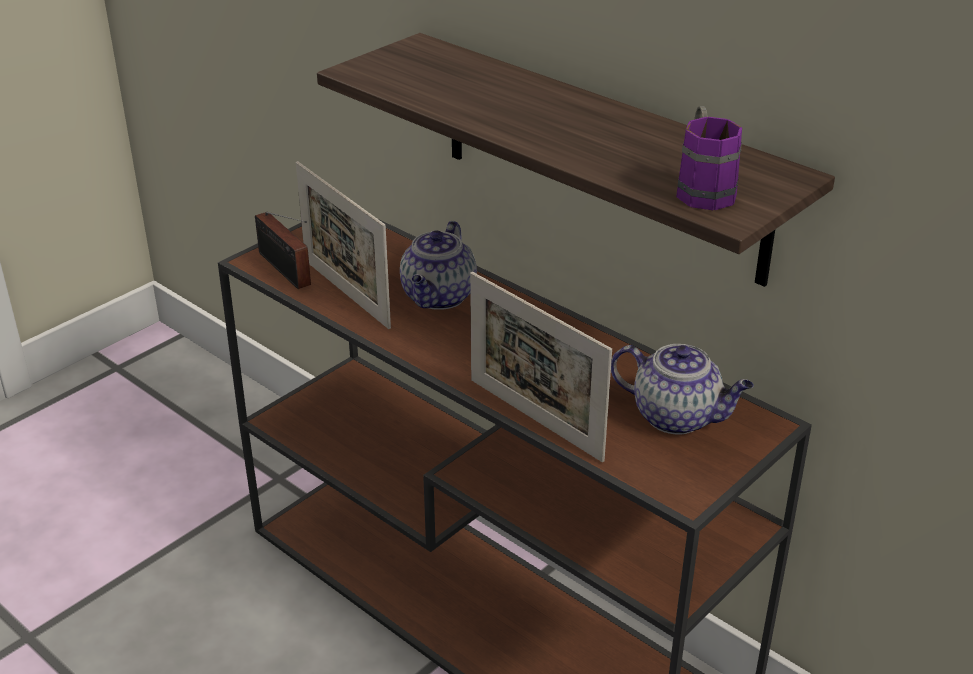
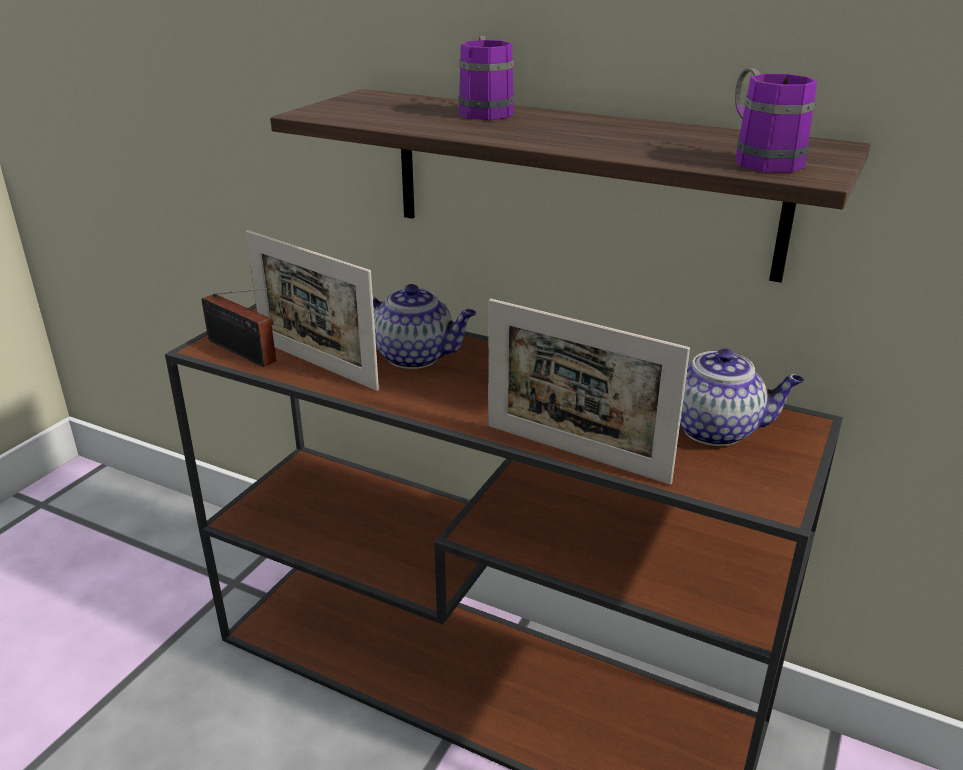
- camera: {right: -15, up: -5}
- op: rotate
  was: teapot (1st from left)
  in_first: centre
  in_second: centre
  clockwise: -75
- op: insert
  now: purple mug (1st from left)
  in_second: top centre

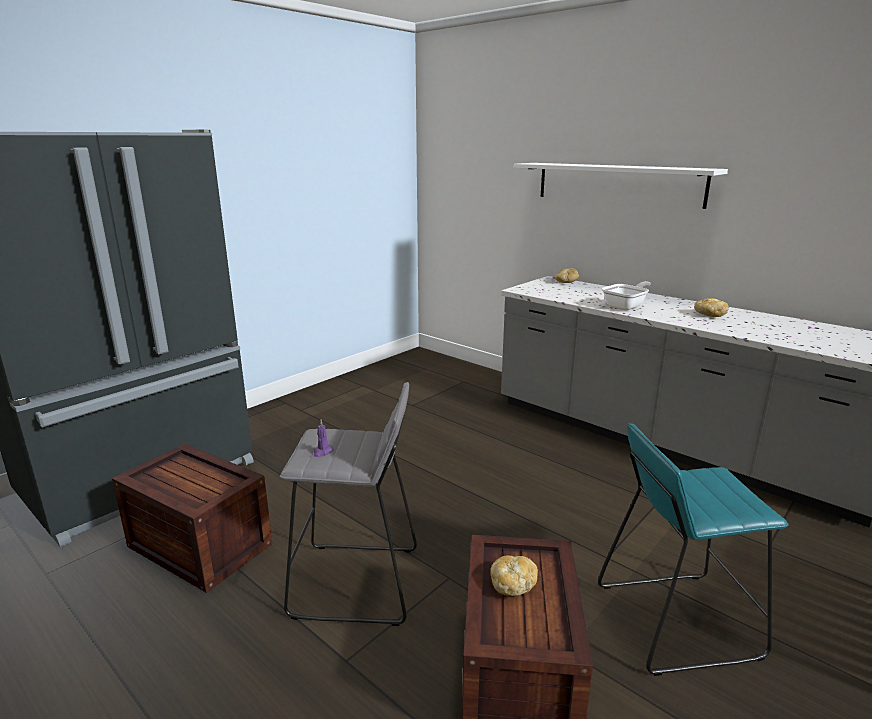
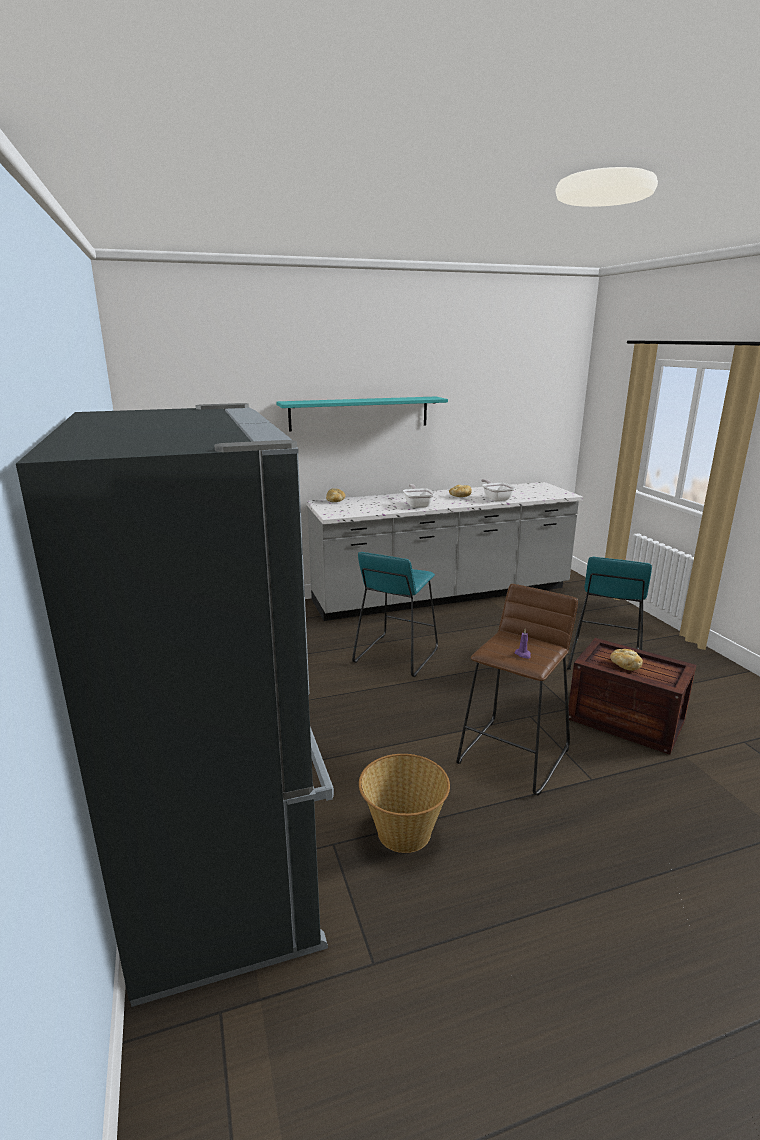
- camera: {right: -60, up: 0}
- op: recolor
  was: white shelf
  now: turquoise shelf
  in_first: top right
  in_second: centre
- op: insert
  now: turquoise stool (1st from left)
  in_second: centre
- op: replace
  was: crate (1st from left)
  now: basket
  in_first: bottom left
  in_second: bottom centre
- op: recolor
  was: grey stool
  now: brown stool
  in_first: bottom centre
  in_second: middle right
- op: insert
  now: frying pan (2nd from left)
  in_second: centre

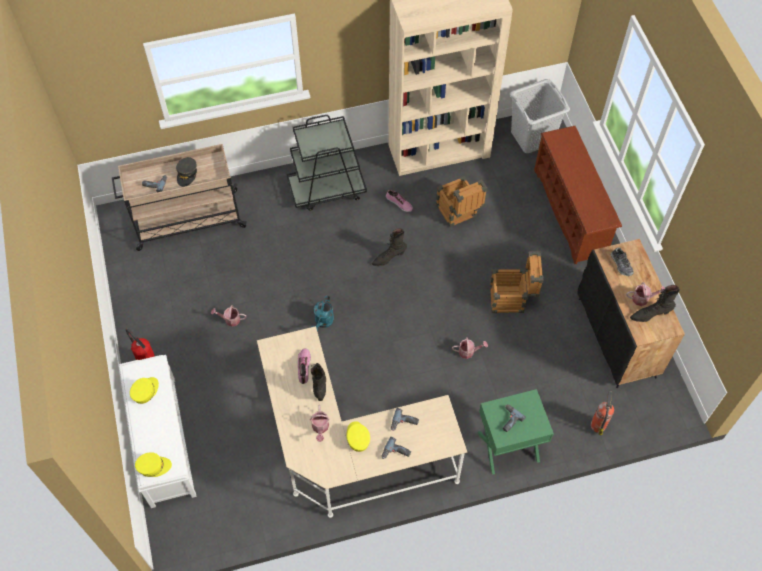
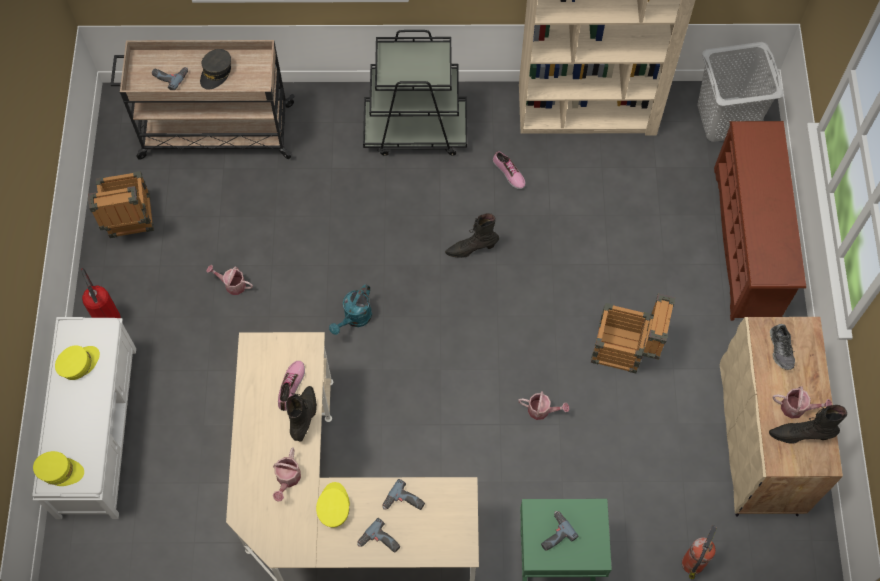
- camera: {right: 15, up: 5}
- op: move
  was: crate (1st from left)
  in_first: centre
  in_second: middle left
- op: recolor
  was: black cabinet
  now: beige cabinet
  in_first: middle right
  in_second: bottom right

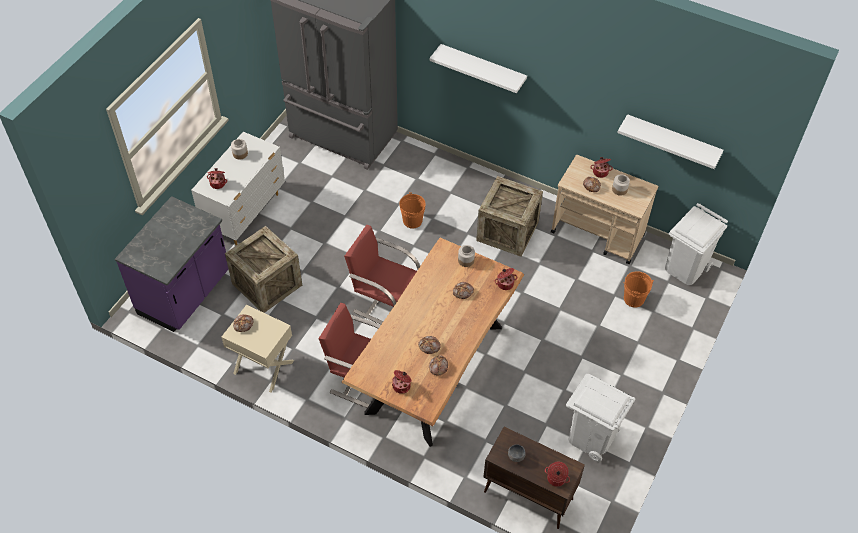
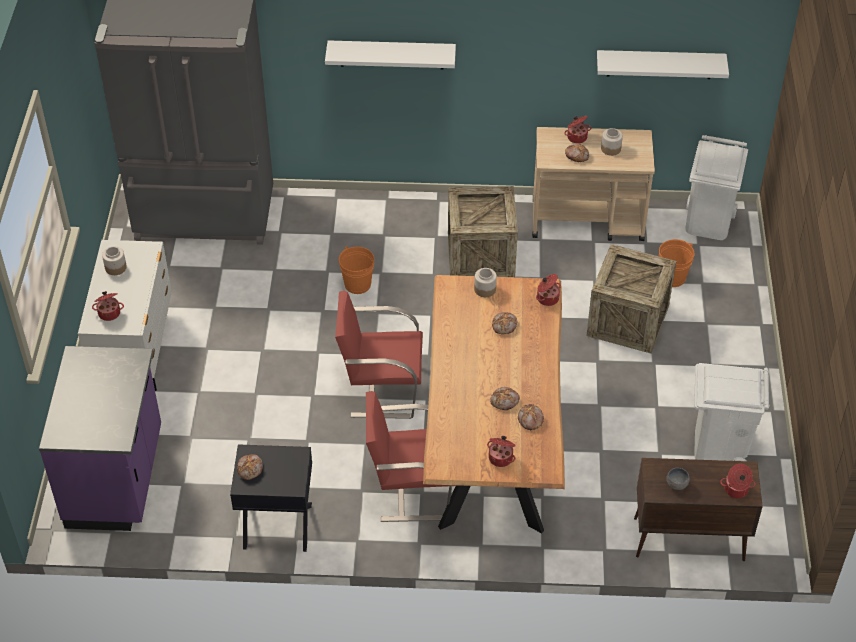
- camera: {right: -25, up: -5}
- op: recolor
  was: beige nightstand
  now: black nightstand
  in_first: middle left
  in_second: bottom left
- op: move
  was: crate (1st from left in the first image)
  now: crate (2nd from left)
  in_first: middle left
  in_second: middle right

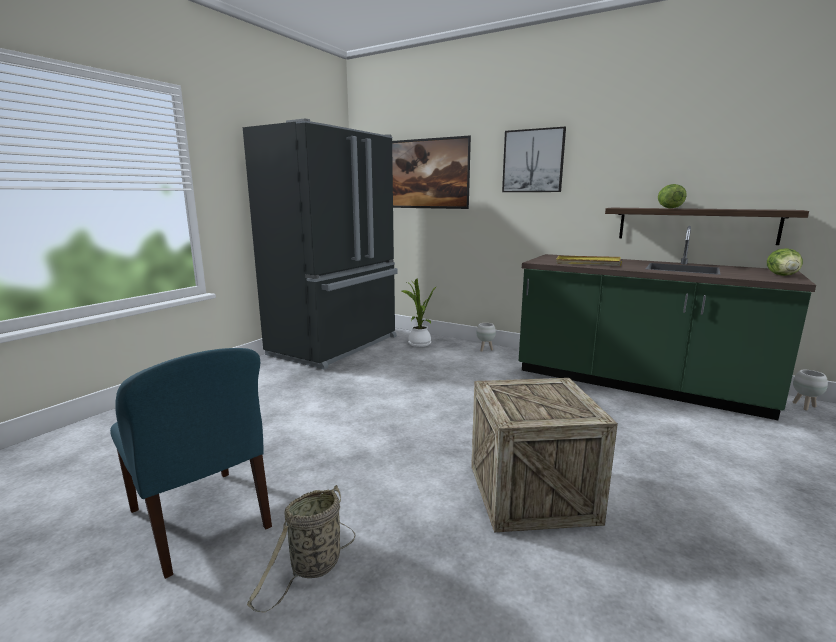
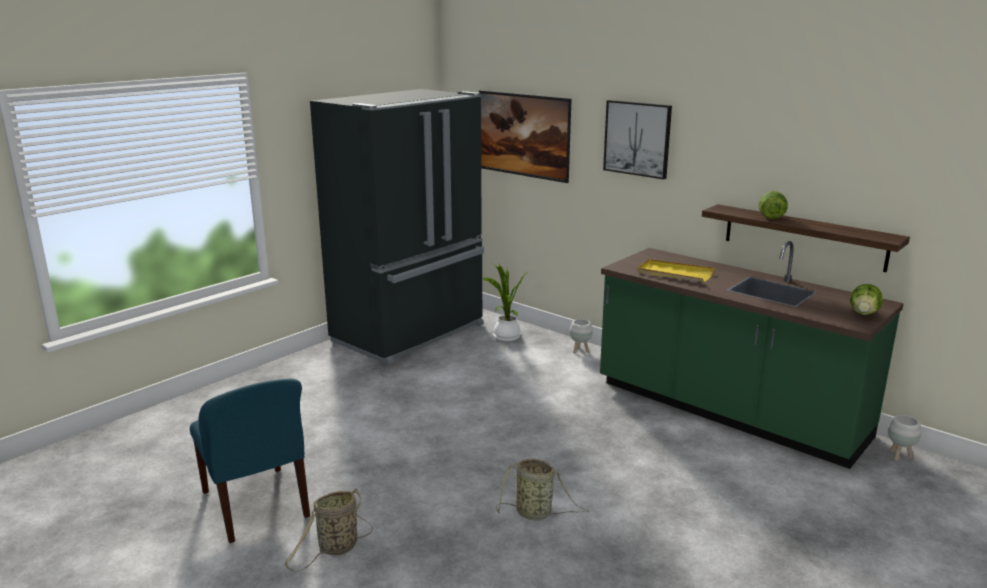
- camera: {right: 10, up: 5}
- op: replace
  was: crate
  now: basket (2nd from left)
  in_first: bottom centre
  in_second: bottom centre

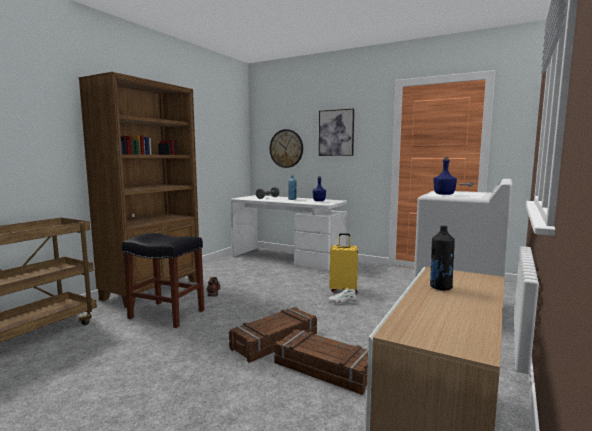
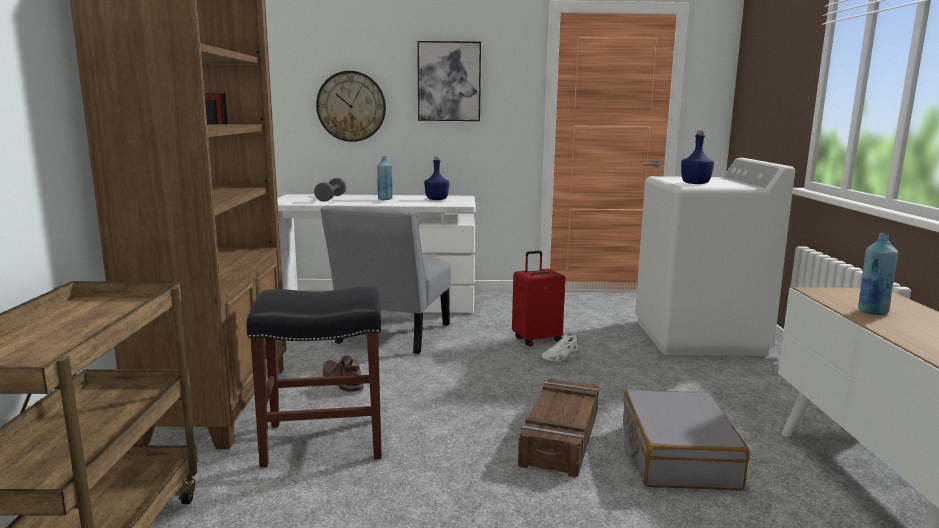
- camera: {right: -30, up: 5}
- op: insert
  now: grey chair
  in_second: centre
- op: recolor
  was: yellow suitcase
  now: red suitcase
  in_first: centre
  in_second: centre
- op: replace
  was: crate (2nd from left)
  now: grey suitcase
  in_first: bottom centre
  in_second: bottom right
- op: recolor
  was: black bottle
  now: blue bottle (4th from left)
  in_first: middle right
  in_second: middle right

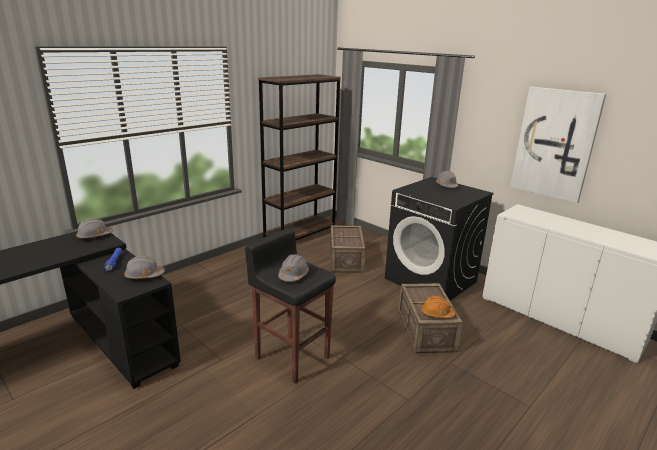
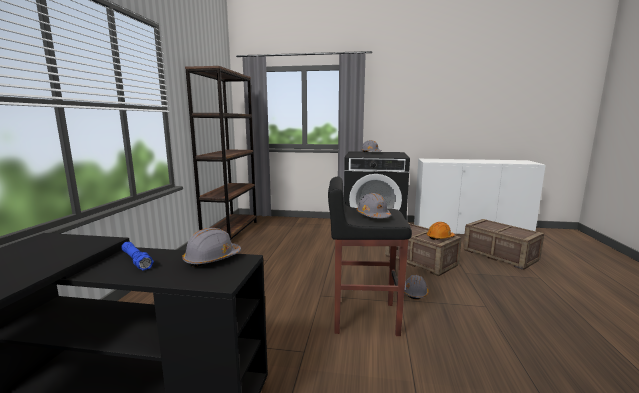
- camera: {right: -35, up: -10}
- op: move
  was: grey hard hat (1st from left in the first image)
  now: grey hard hat (4th from left)
  in_first: middle left
  in_second: bottom centre
- op: move
  was: crate (1st from left in the first image)
  now: crate (2nd from left)
  in_first: centre
  in_second: middle right
- op: delete
  was: picture
  in_first: top right

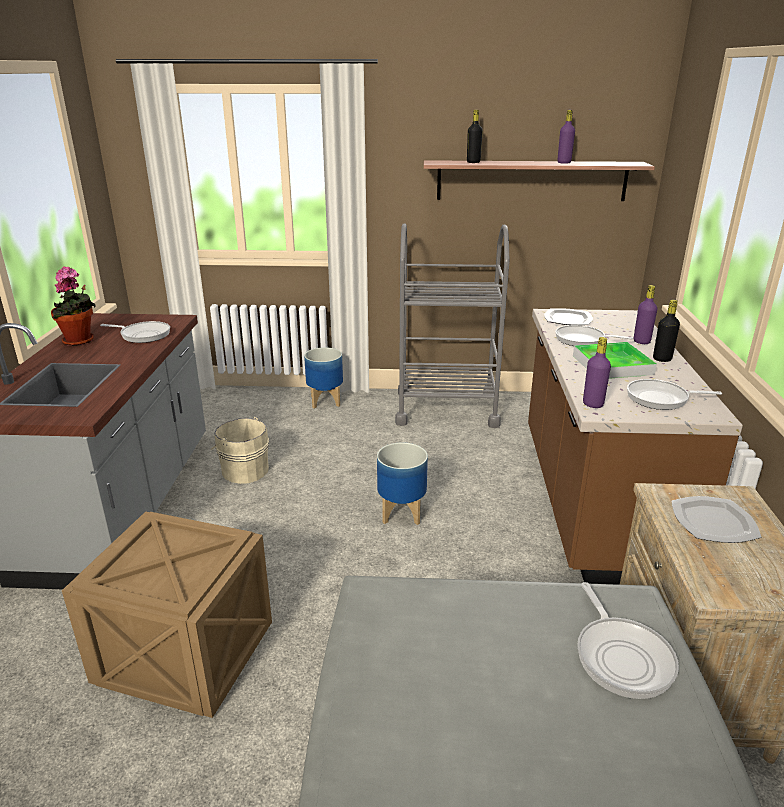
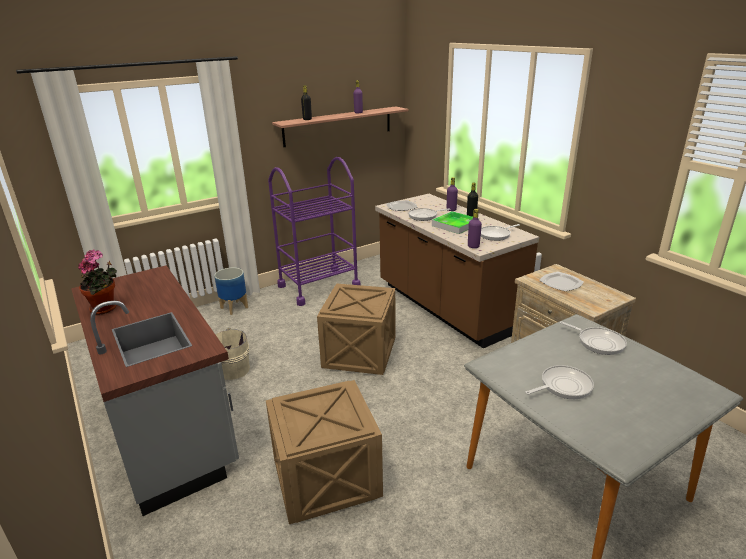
- camera: {right: -35, up: 0}
- op: recolor
  was: grey cart
  now: purple cart
  in_first: centre
  in_second: centre
- op: replace
  was: planter (2nd from left)
  now: crate (2nd from left)
  in_first: centre
  in_second: centre
- op: move
  was: frying pan (1st from left in the first image)
  now: frying pan (3rd from left)
  in_first: middle left
  in_second: bottom right

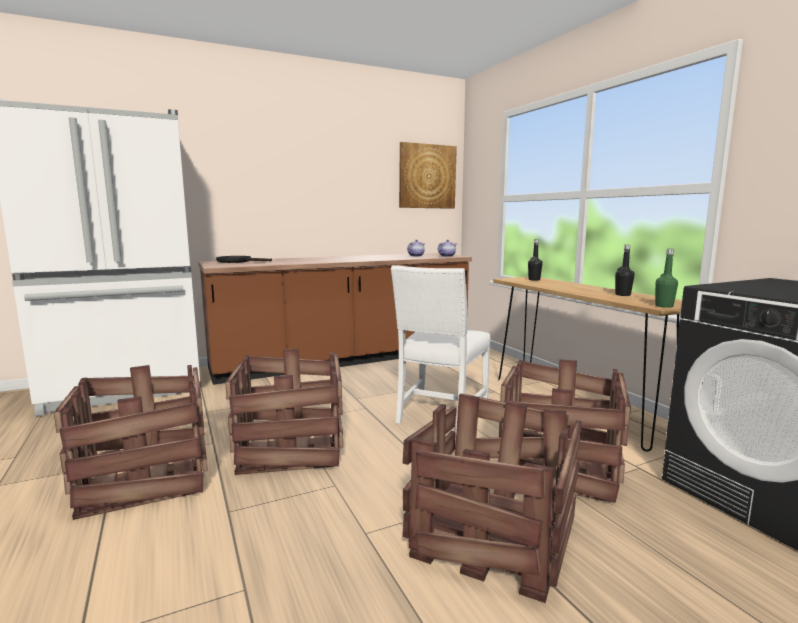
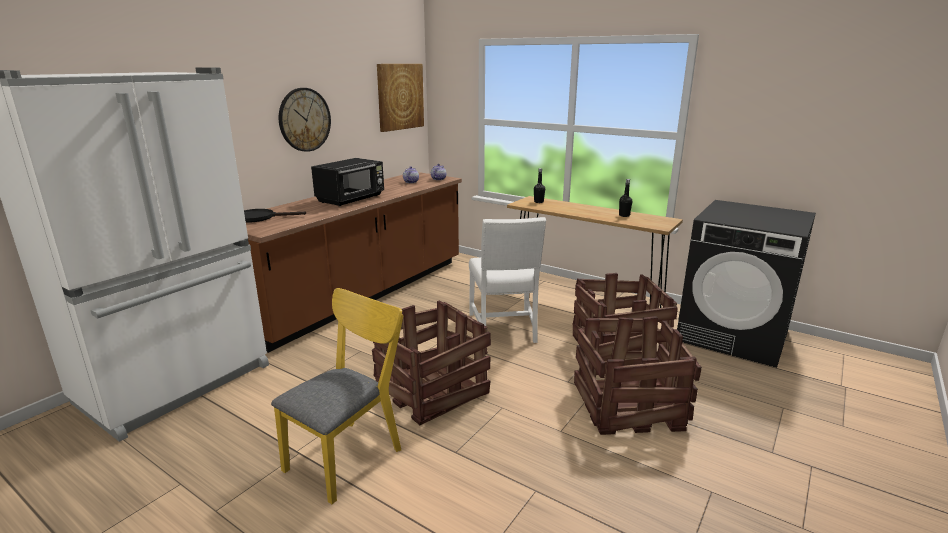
- camera: {right: -30, up: 10}
- op: replace
  was: crate (1st from left)
  now: yellow chair
  in_first: bottom left
  in_second: bottom centre
- op: insert
  now: wall clock
  in_second: top left
- op: insert
  now: black microwave
  in_second: centre
- op: delete
  was: green bottle
  in_first: middle right

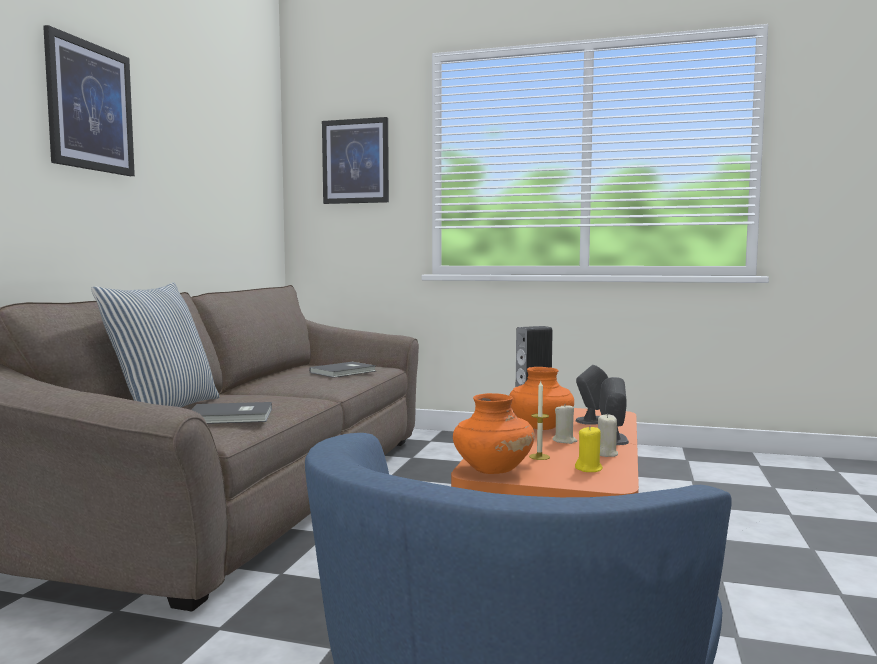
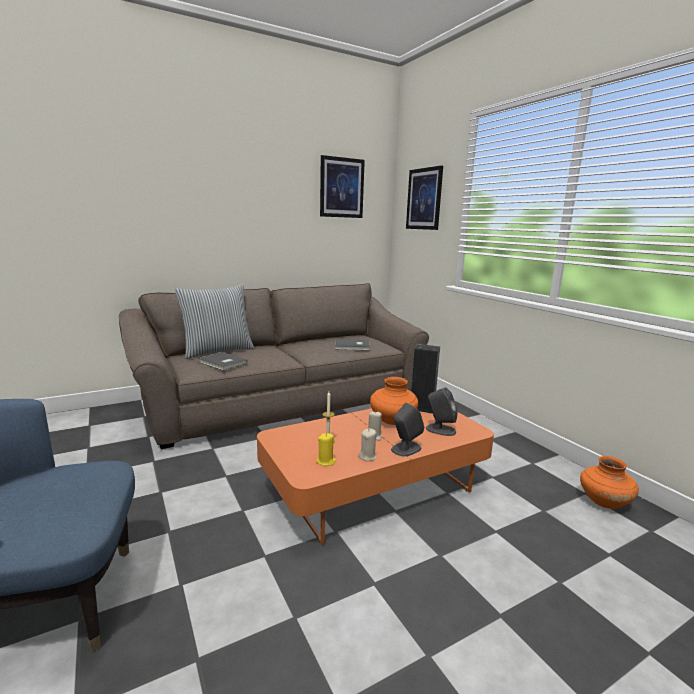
- camera: {right: 45, up: 10}
- op: move
  was: picture (1st from left)
  in_first: top left
  in_second: top centre
- op: move
  was: orange vase (1st from left in the first image)
  now: orange vase (2nd from left)
  in_first: centre
  in_second: bottom right

